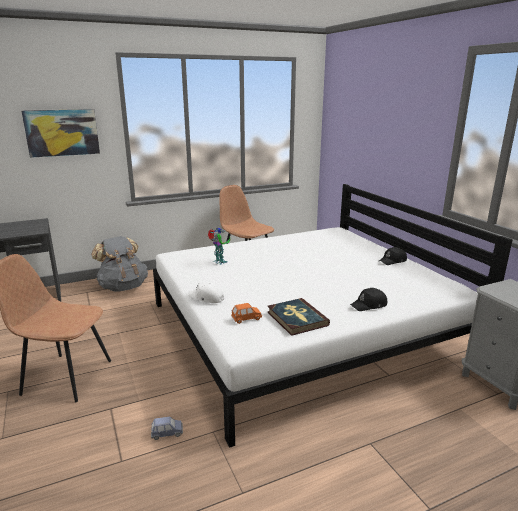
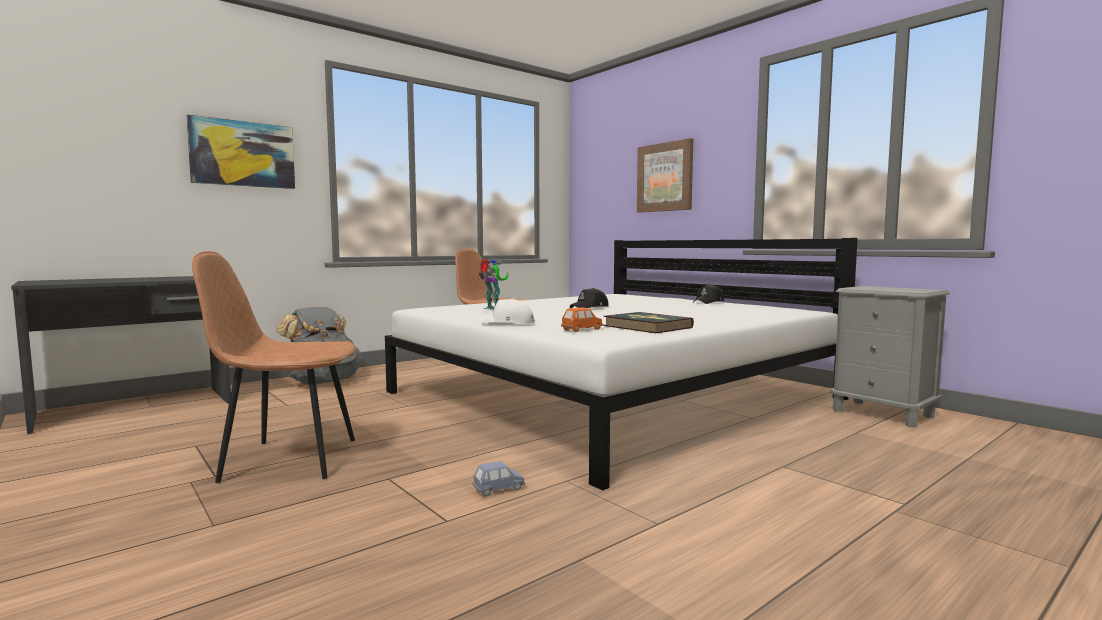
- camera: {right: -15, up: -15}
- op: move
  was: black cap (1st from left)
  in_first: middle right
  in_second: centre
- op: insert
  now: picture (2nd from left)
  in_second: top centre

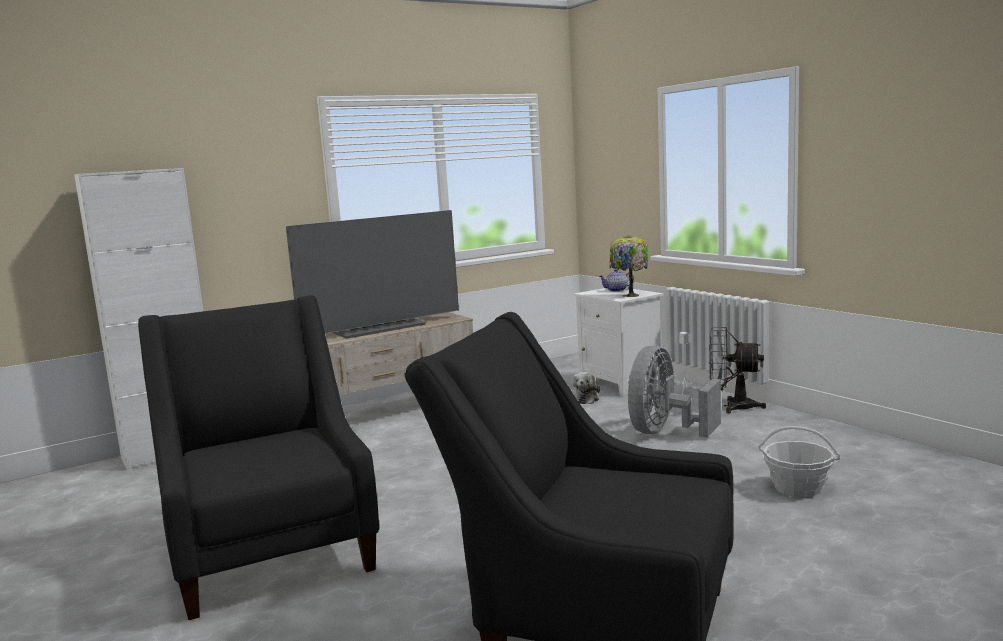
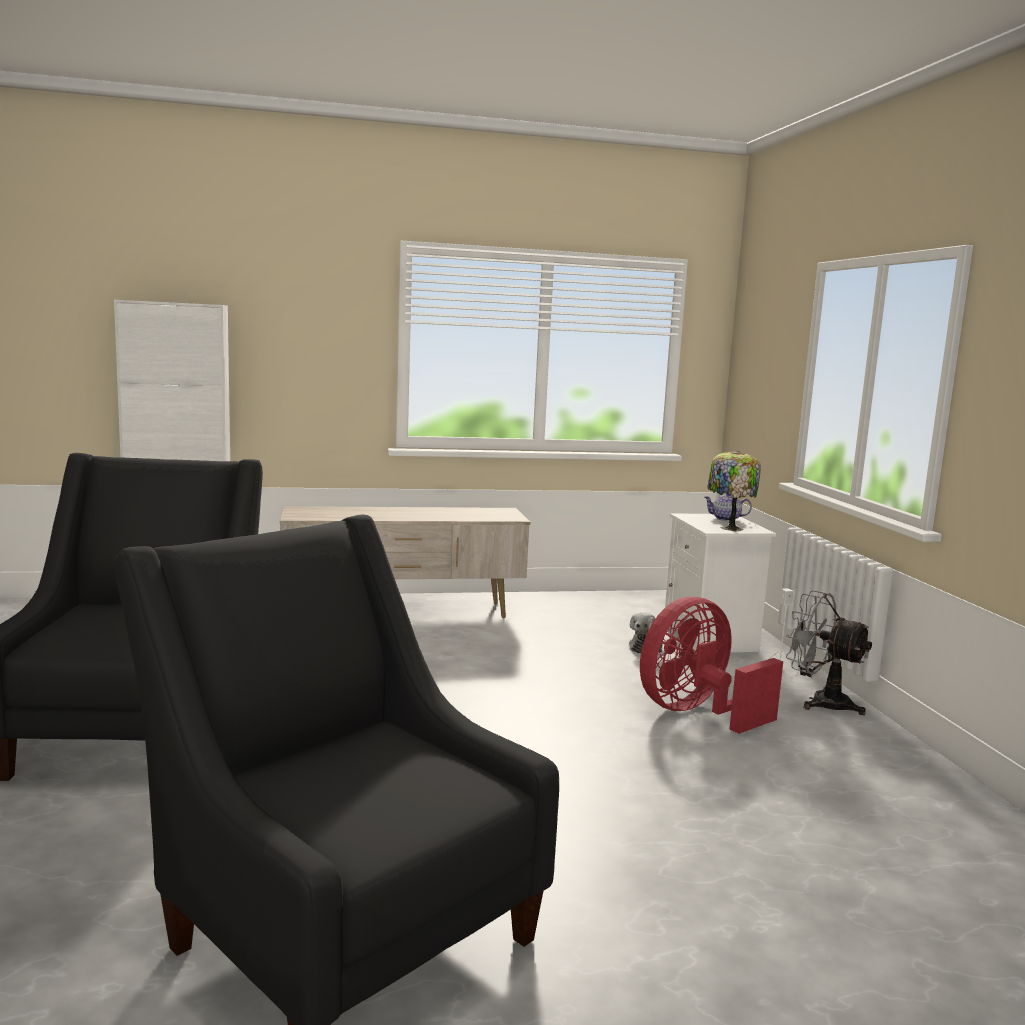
- camera: {right: 20, up: 0}
- op: recolor
  was: grey fan (1st from left)
  now: red fan
  in_first: middle right
  in_second: middle right
- op: delete
  was: television
  in_first: centre
- op: delete
  was: basket
  in_first: bottom right

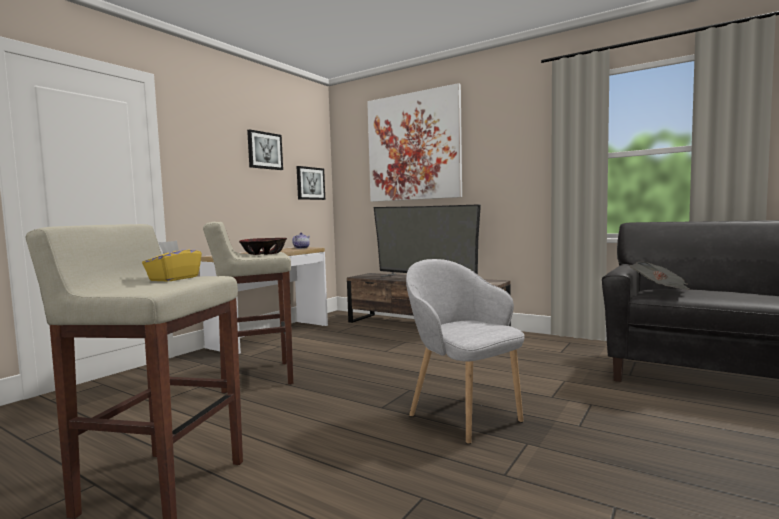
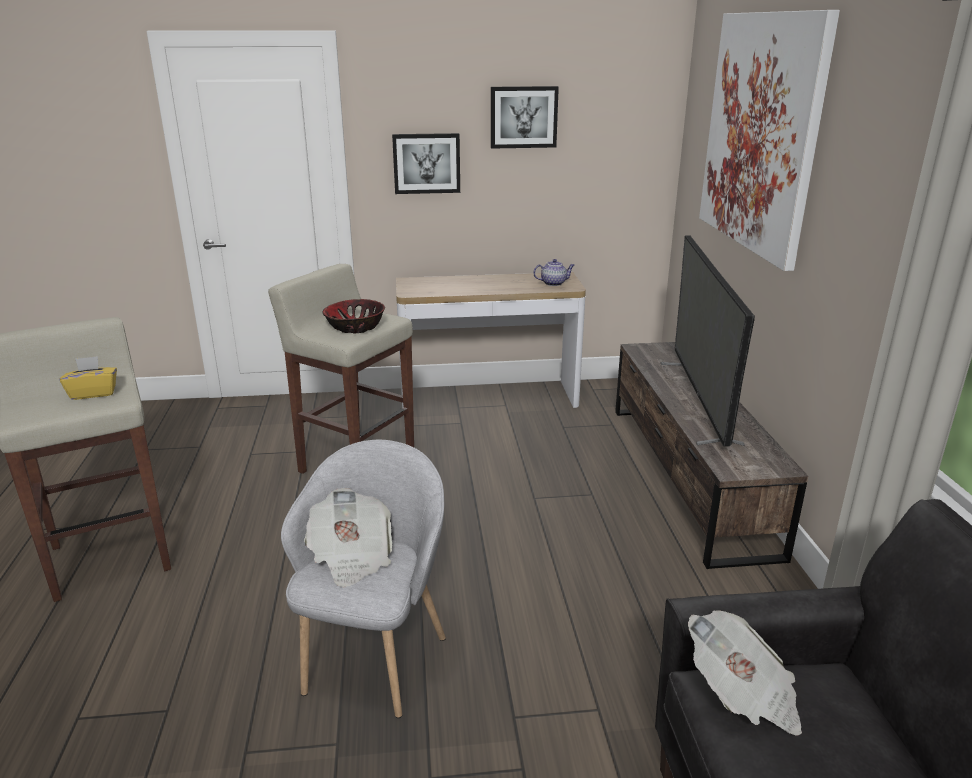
- camera: {right: 50, up: 20}
- op: insert
  now: newspaper (1st from left)
  in_second: bottom centre
- op: move
  was: picture (2nd from left in the first image)
  now: picture (1st from left)
  in_first: centre
  in_second: top centre

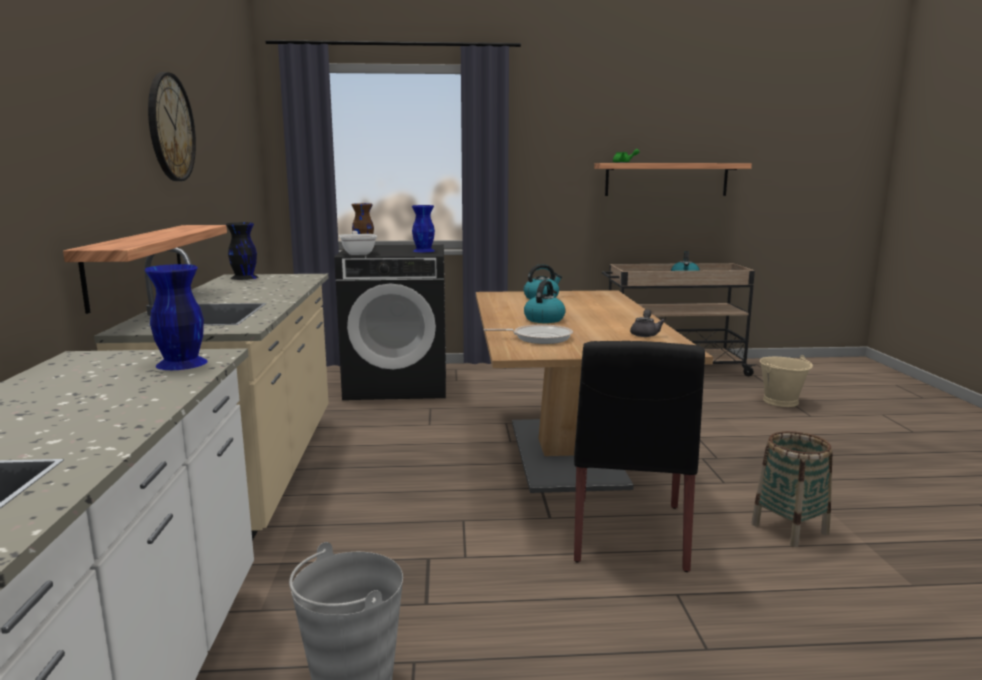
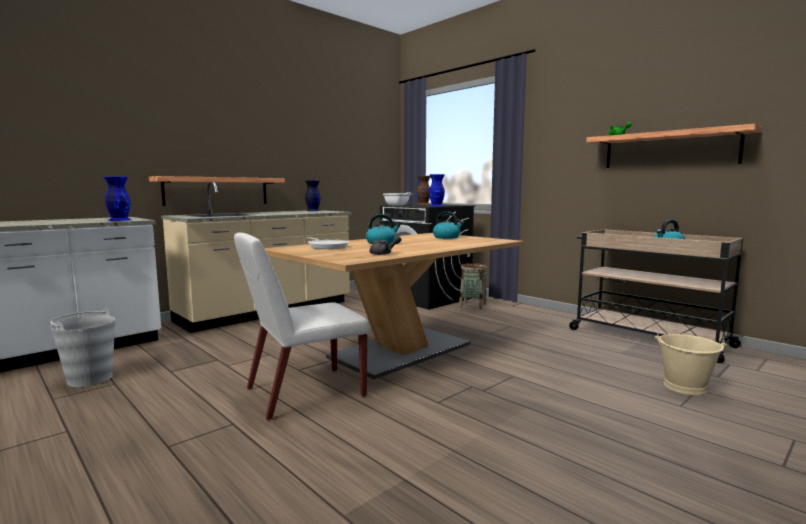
- camera: {right: 50, up: -5}
- op: recolor
  was: black chair
  now: white chair
  in_first: bottom centre
  in_second: centre
- op: move
  was: basket
  in_first: bottom right
  in_second: centre
- op: delete
  was: wall clock
  in_first: top left

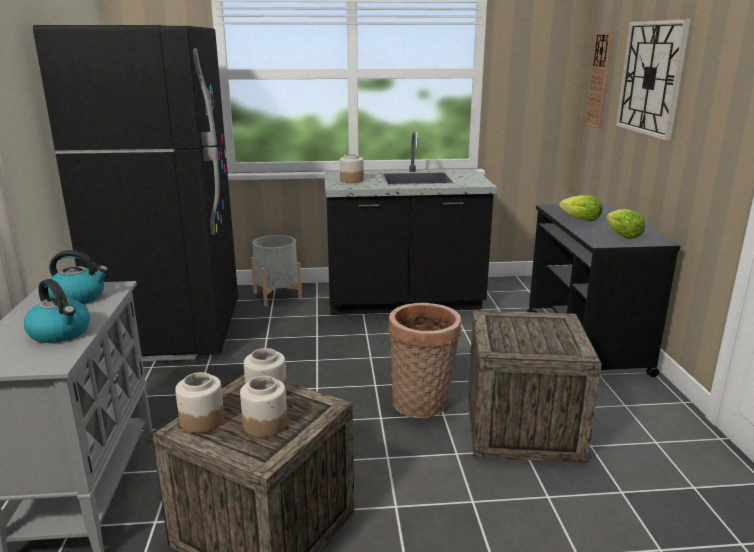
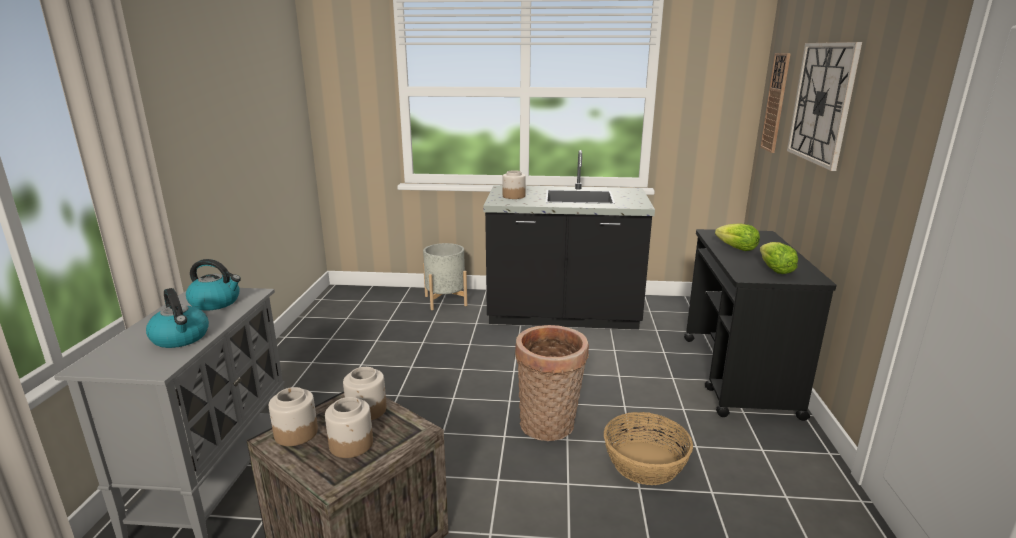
- camera: {right: 10, up: 0}
- op: replace
  was: crate (2nd from left)
  now: basket (2nd from left)
  in_first: bottom right
  in_second: bottom centre
- op: delete
  was: black fridge
  in_first: middle left

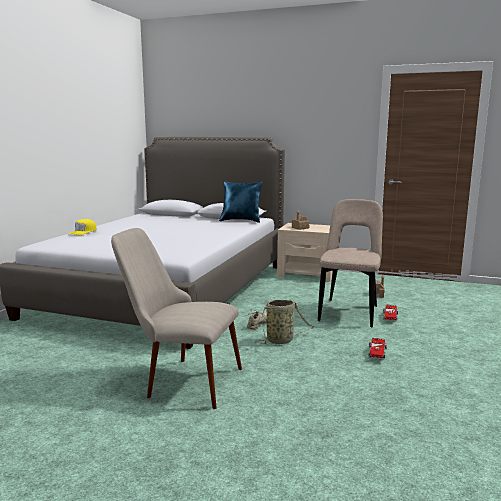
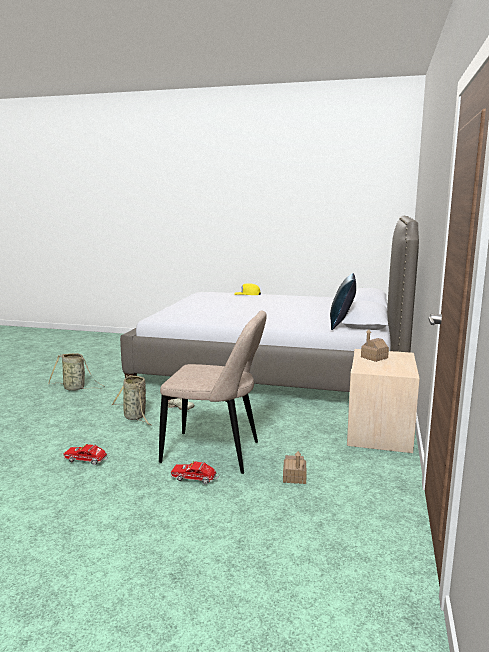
- camera: {right: 85, up: 0}
- op: replace
  was: beige chair (1st from left)
  now: basket (1st from left)
  in_first: centre
  in_second: middle left

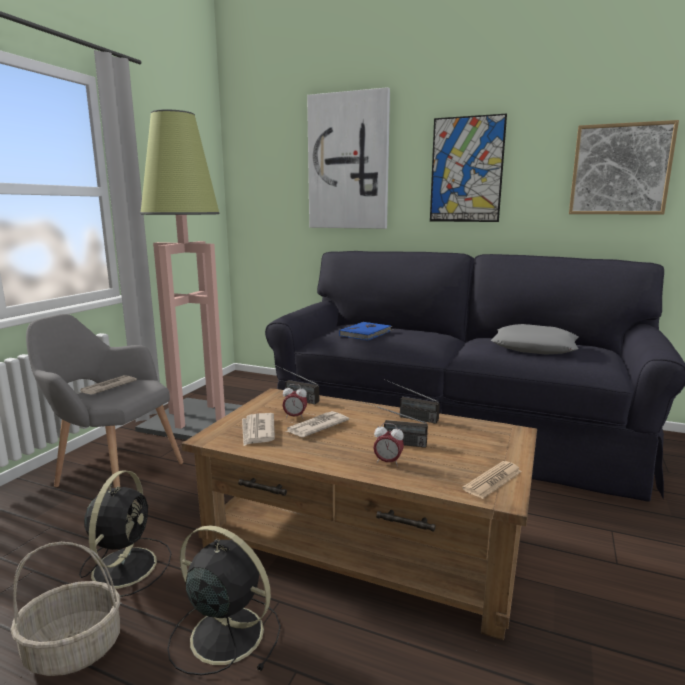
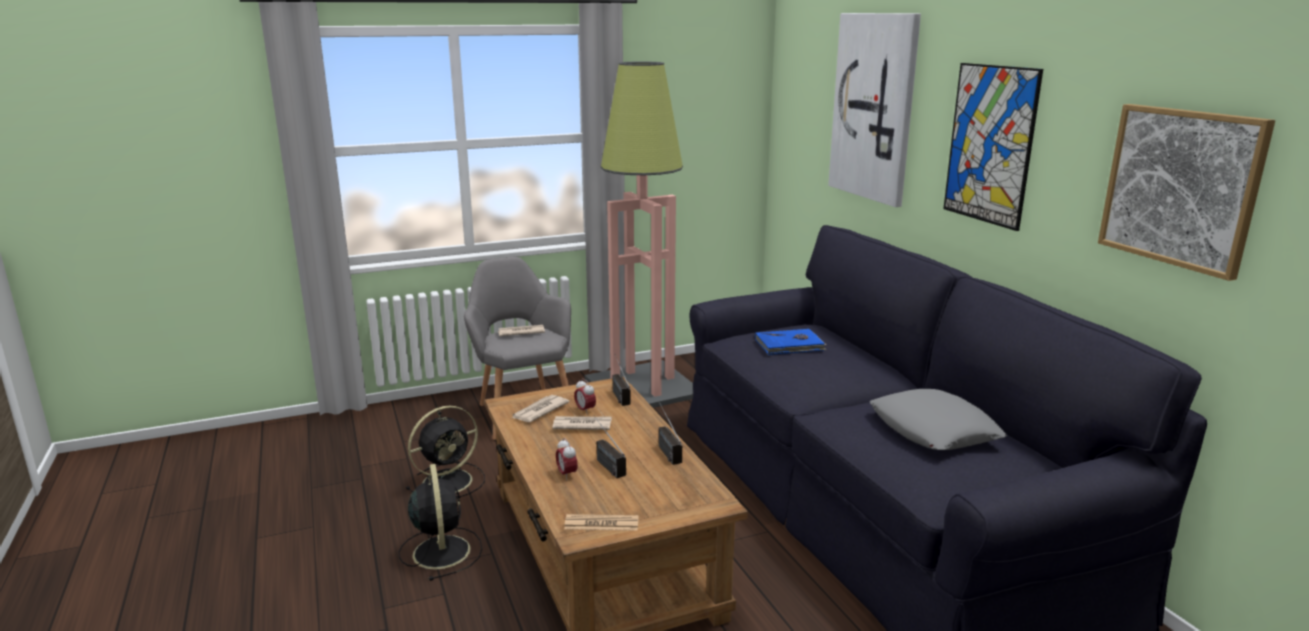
- camera: {right: 45, up: 5}
- op: delete
  was: basket
  in_first: bottom left

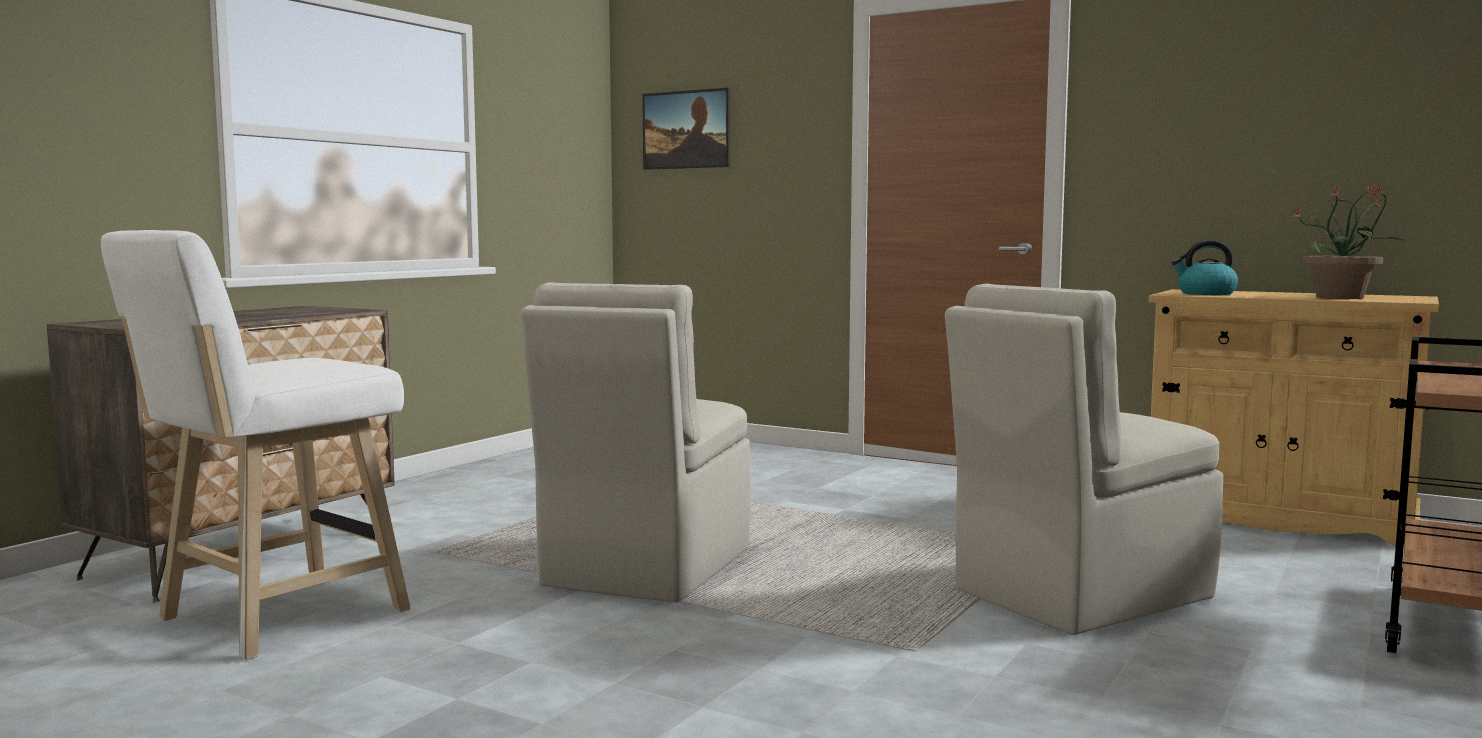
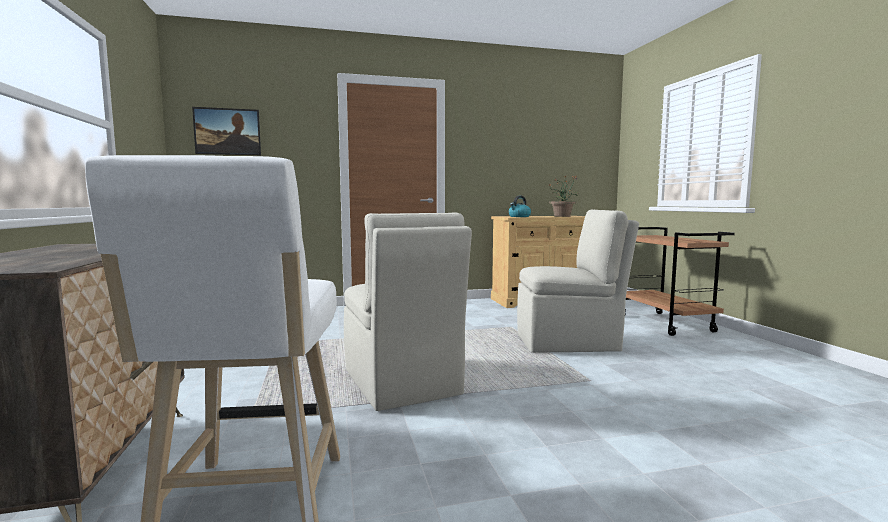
- camera: {right: -45, up: 0}
- op: rotate
  was: beige chair (2nd from left)
  in_first: middle right
  in_second: centre
  clockwise: -105

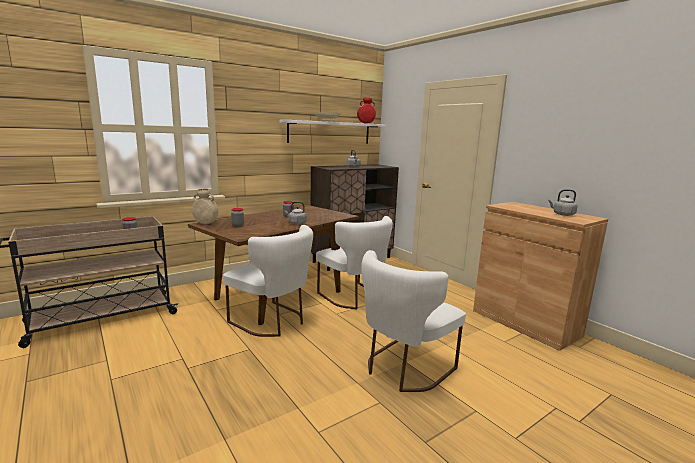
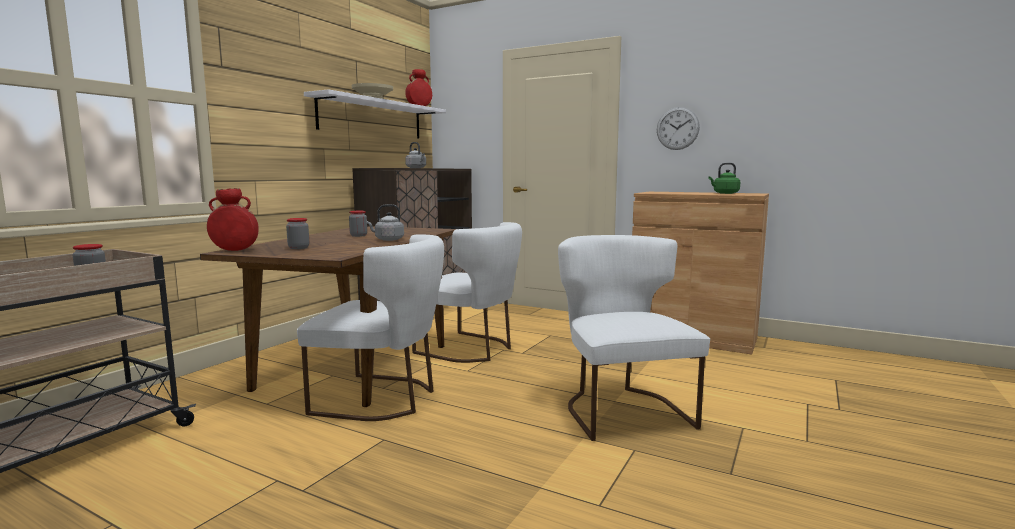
- camera: {right: -25, up: -5}
- op: recolor
  was: beige vase
  now: red vase (1st from left)
  in_first: middle left
  in_second: middle left
- op: rotate
  was: white chair (3rd from left)
  in_first: bottom centre
  in_second: centre
  clockwise: 150
- op: insert
  now: wall clock
  in_second: top right
- op: recolor
  was: grey kettle (3rd from left)
  now: green kettle
  in_first: middle right
  in_second: middle right

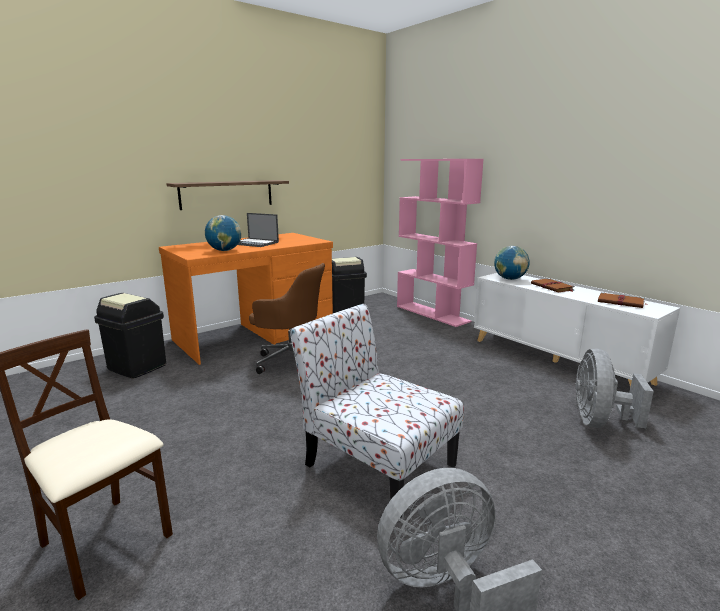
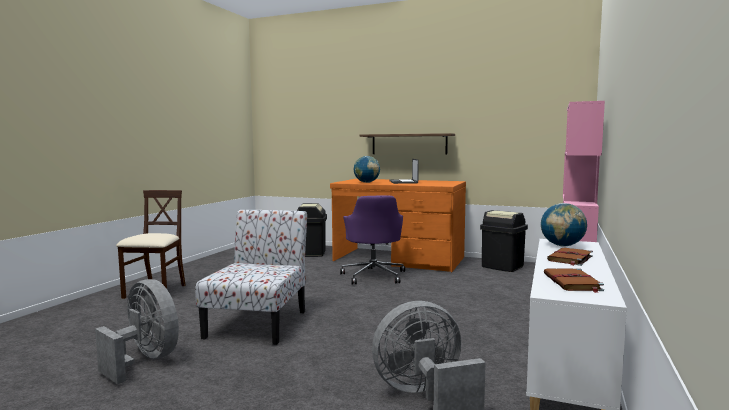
- camera: {right: 60, up: -10}
- op: recolor
  was: brown office chair
  now: purple office chair
  in_first: centre
  in_second: centre

